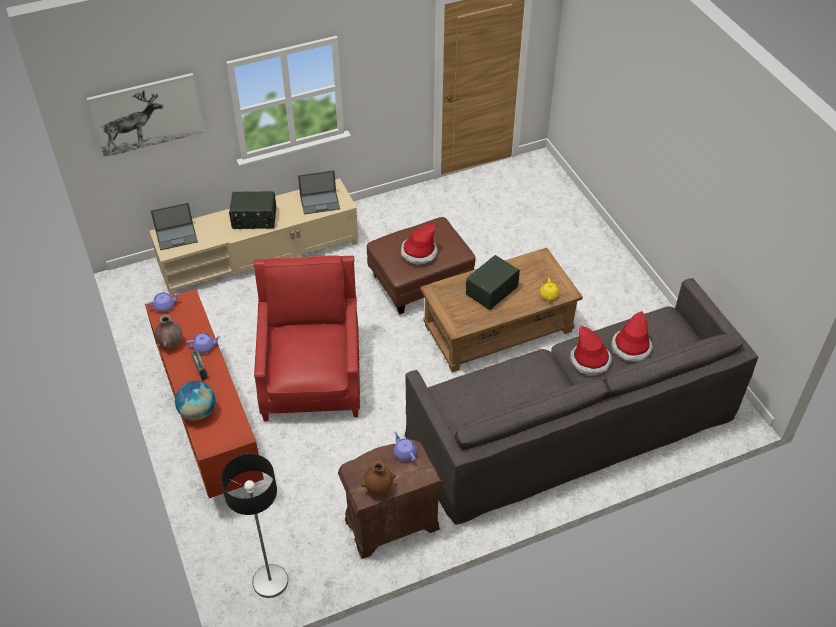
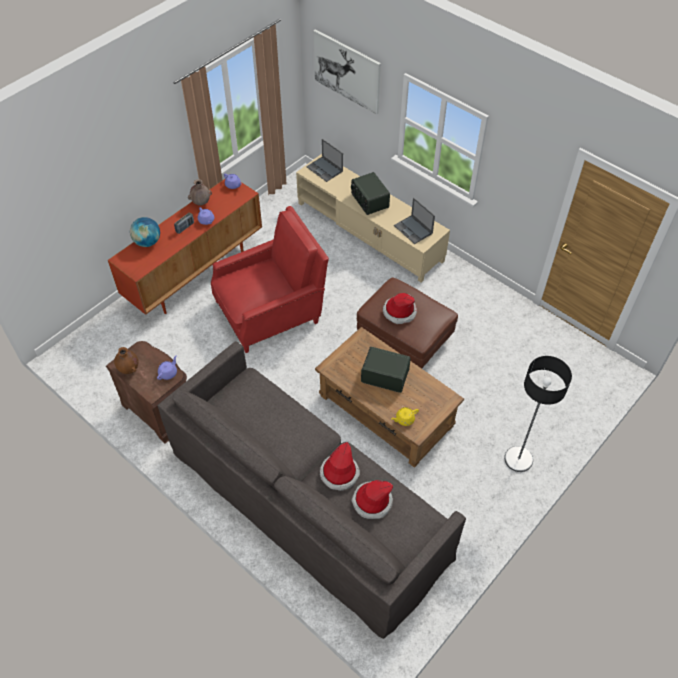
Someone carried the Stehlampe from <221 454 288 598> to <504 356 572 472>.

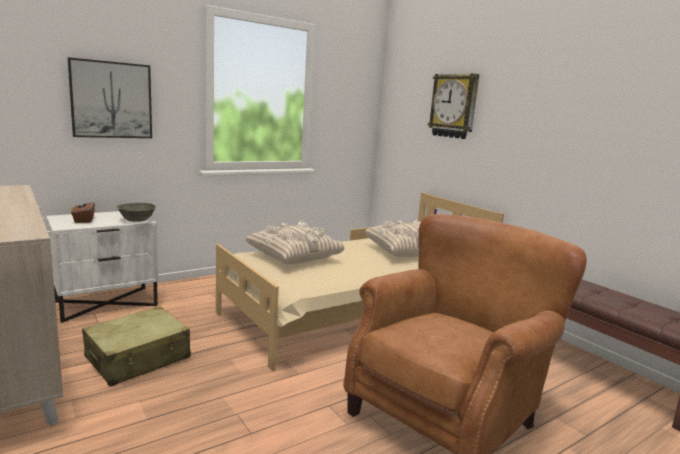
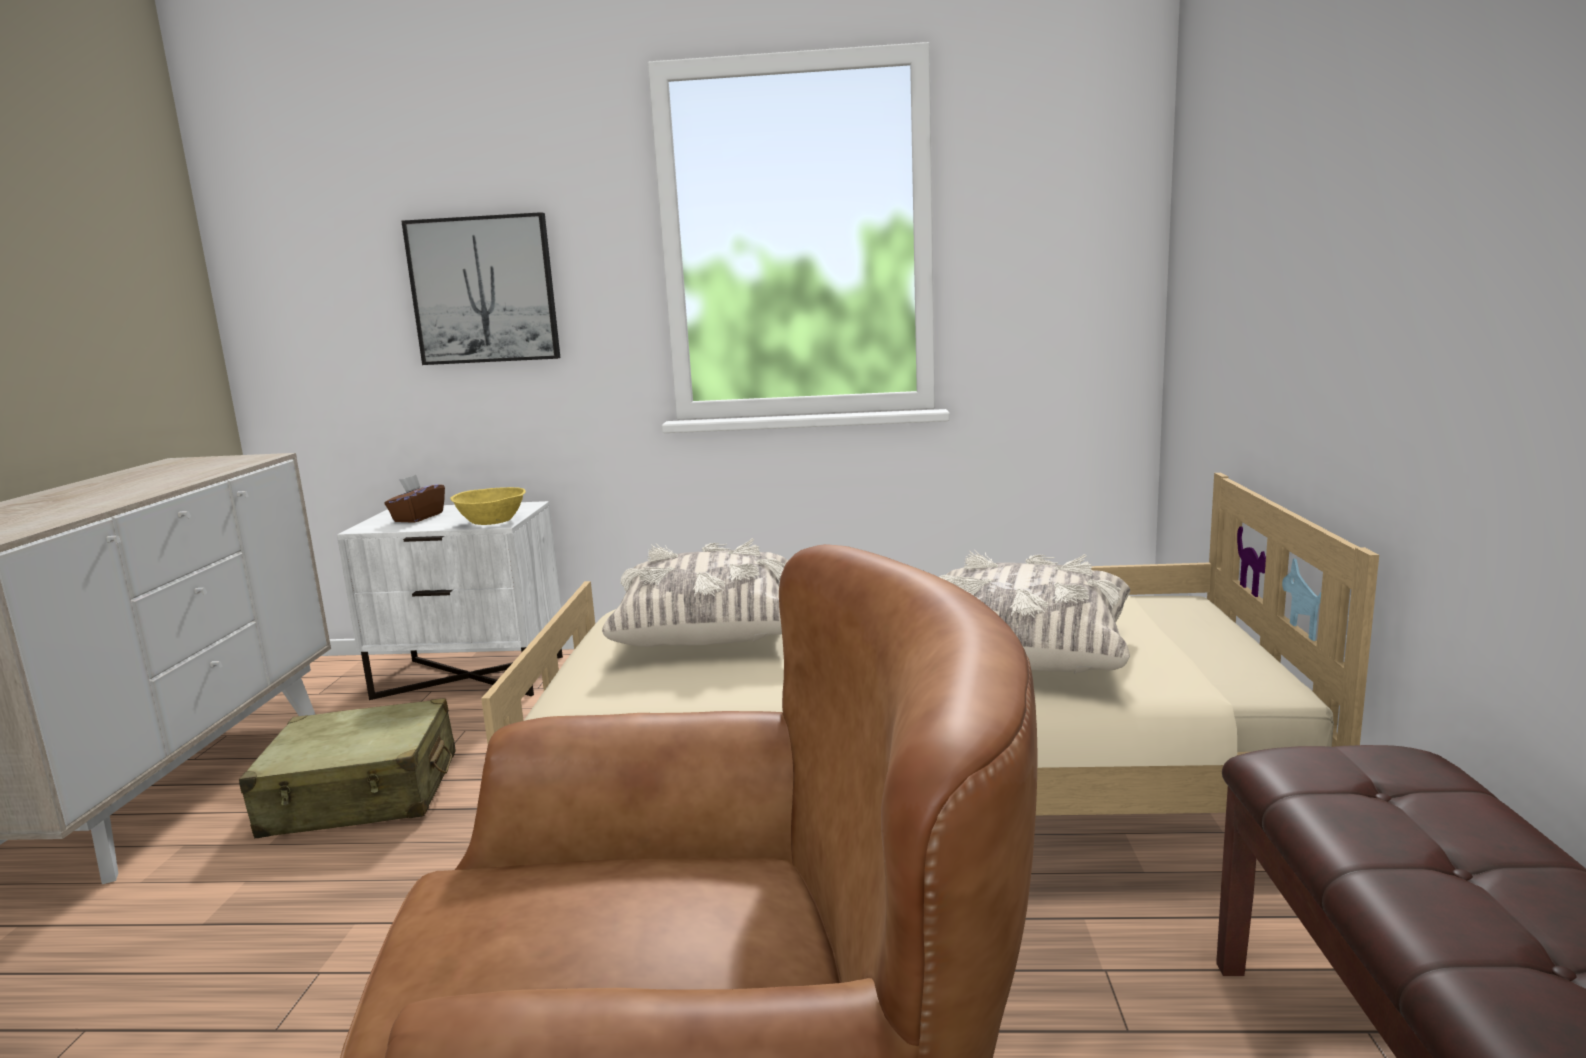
Someone took away the Wanduhr at <428 74 479 139>.
Someone repainted the Schüssel [grau] at <116 203 156 222>, which became the Schüssel [gelb] at <450 487 526 525>.

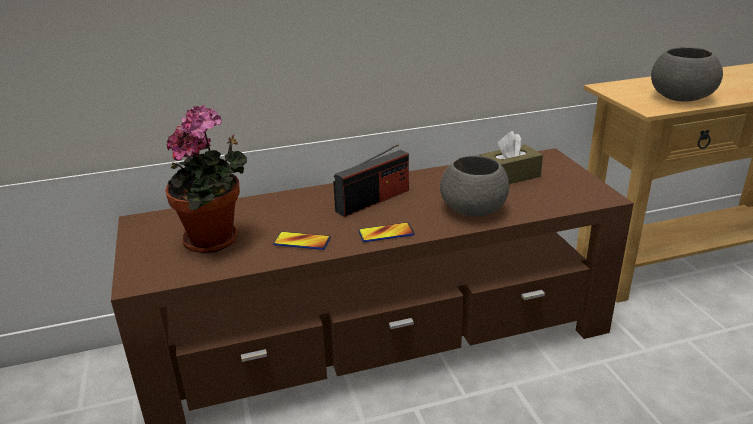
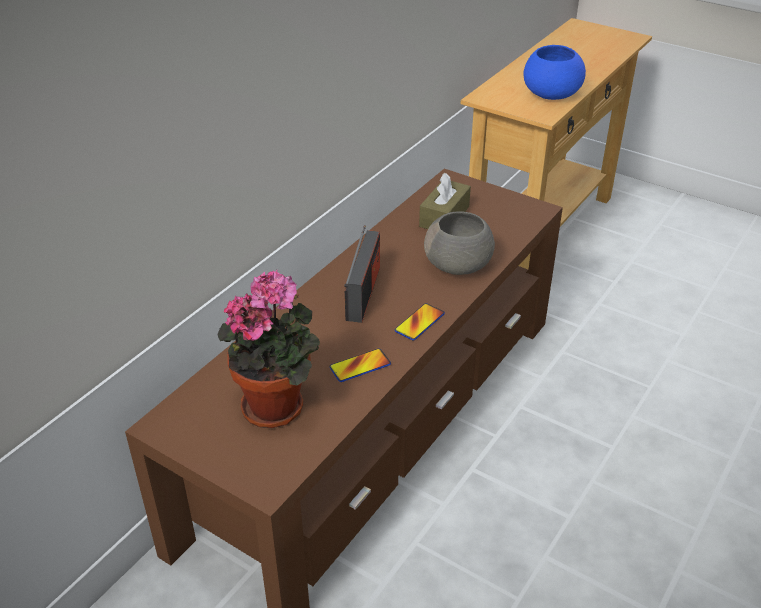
Someone repainted the Schüssel [grau] at <651 47 723 102>, which became the Schüssel [blau] at <523 45 586 100>.

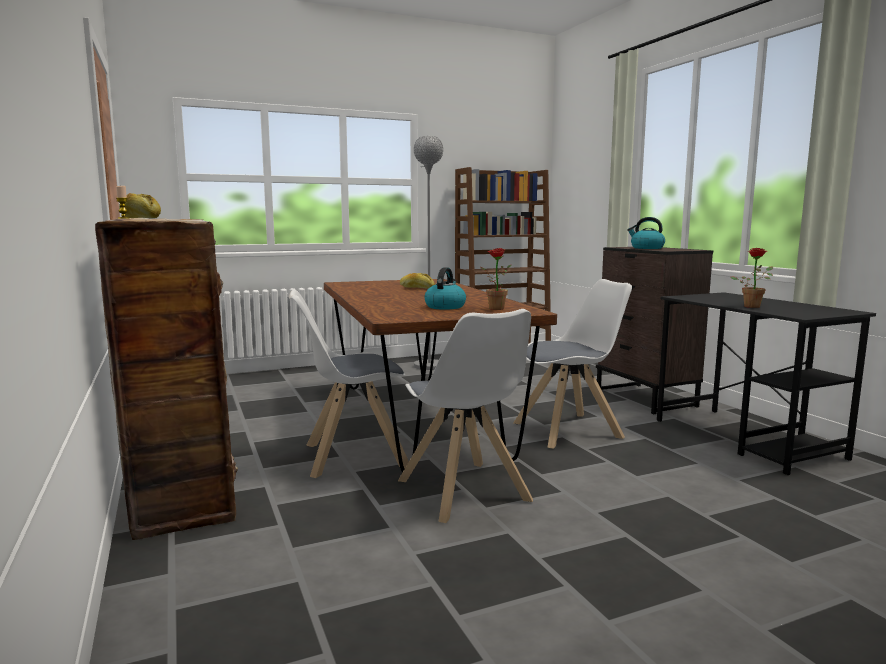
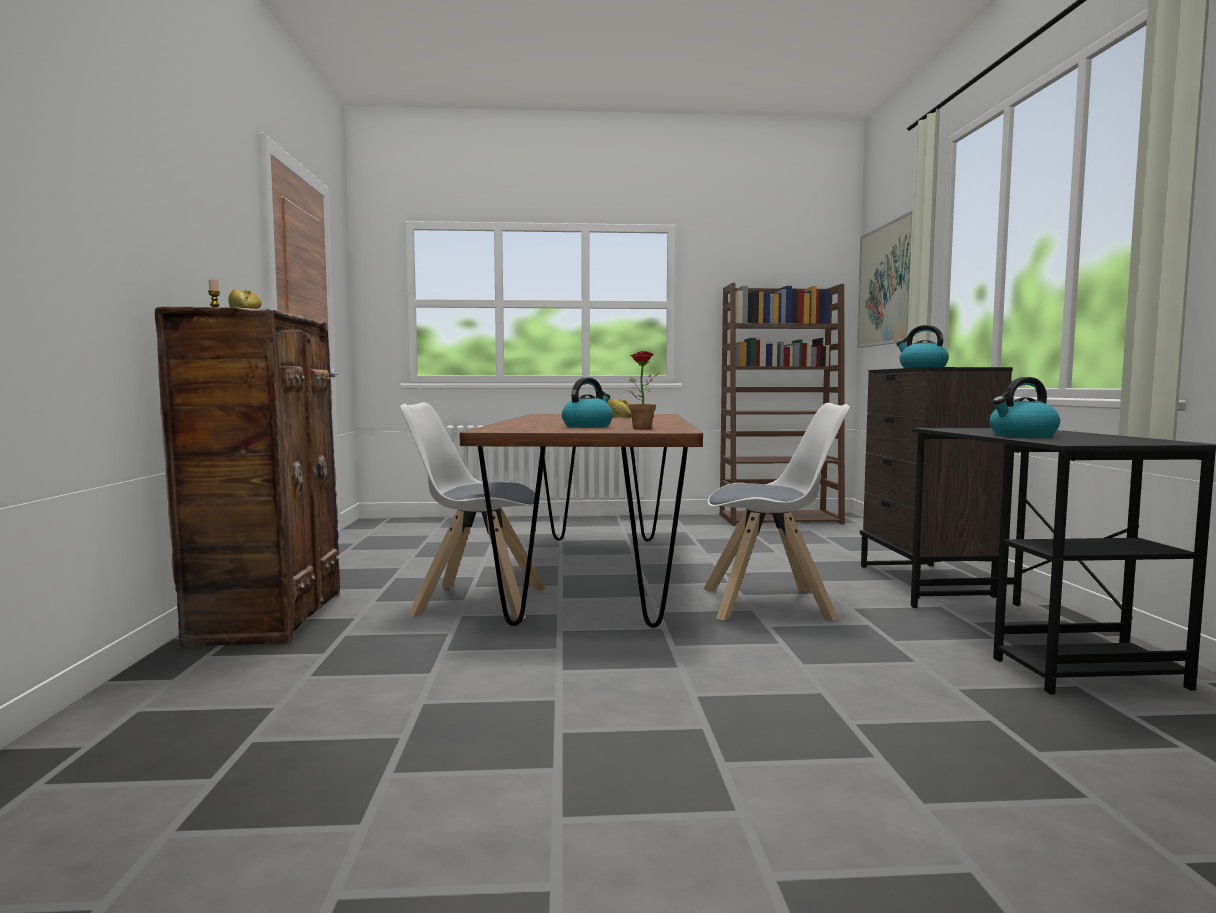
Someone took away the Stehlampe [grau] at <414 136 443 370>.
Someone swapped the Topfpflanze at <731 248 773 308> for the Wasserkessel at <989 377 1060 437>.
Someone took away the Stuhl at <398 309 533 523>.
Someone put up the Bild at <857 211 912 348>.

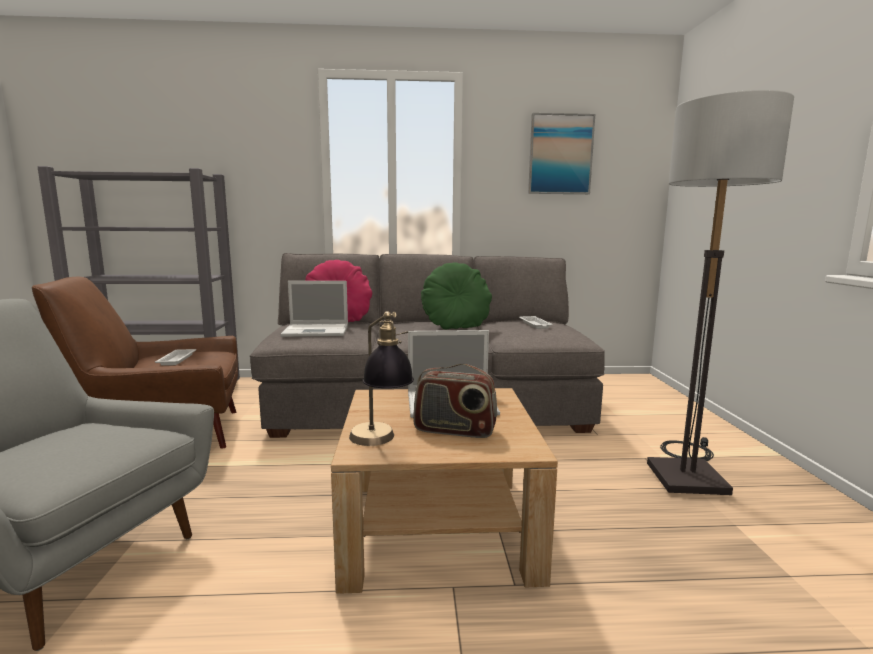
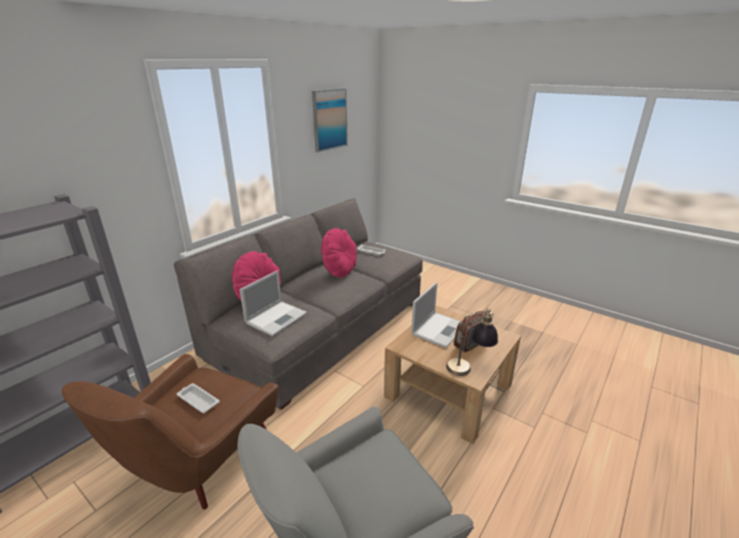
Someone took away the Stehlampe at <647 90 794 495>.
Someone repainted the Kissen [grün] at <421 262 492 329>, which became the Kissen [rosa] at <321 228 357 278>.

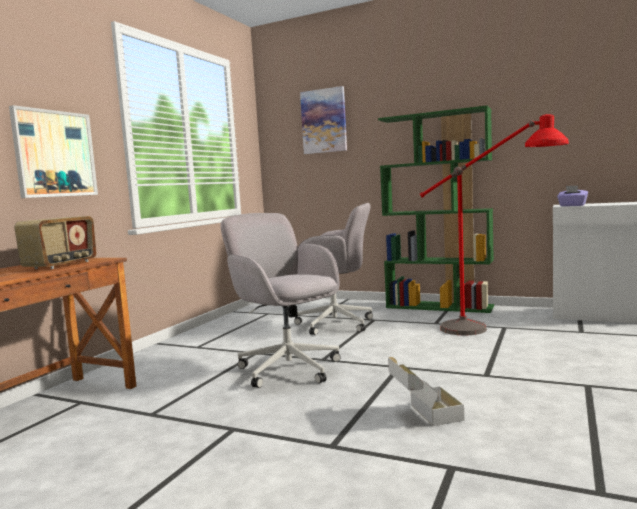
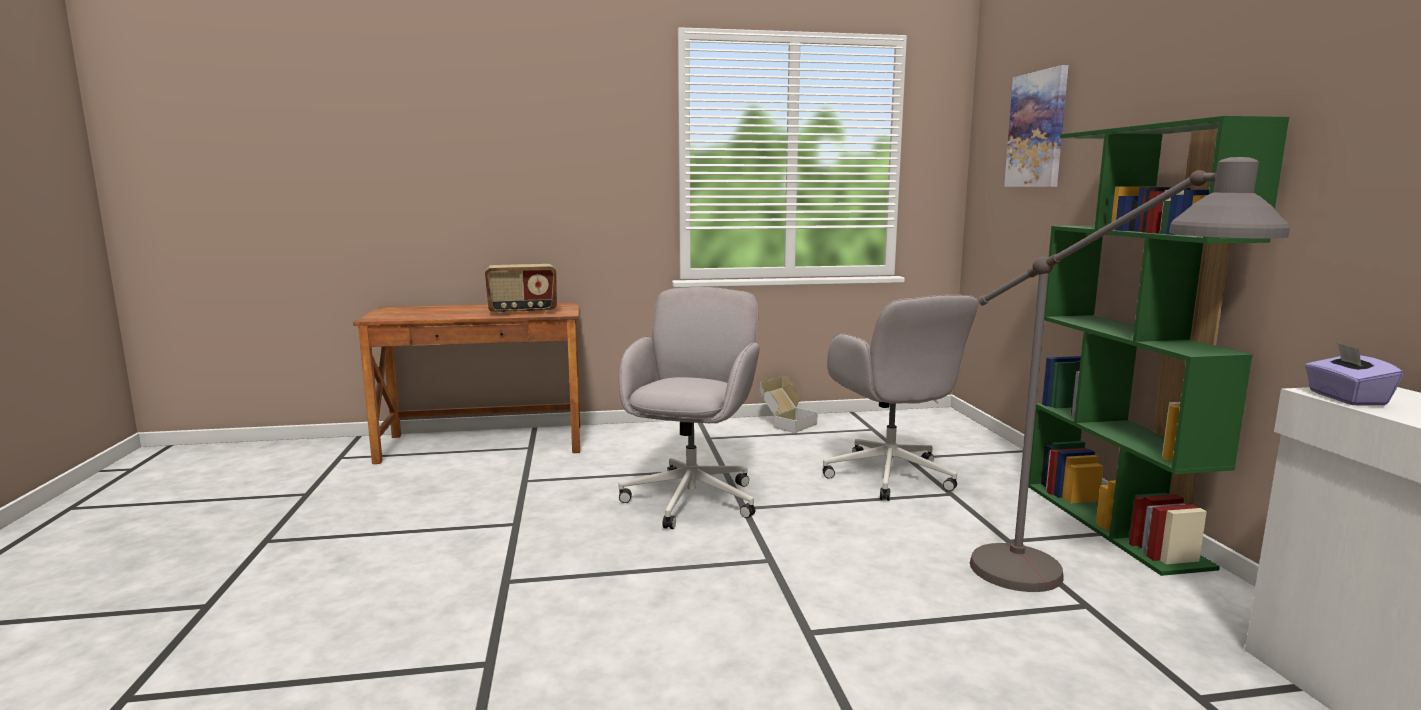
Someone took away the Bild at <9 105 98 198>.
Someone repainted the Stehlampe [rot] at <420 114 569 335>, which became the Stehlampe [grau] at <970 157 1290 592>.
Someone carried the Karton from <388 357 464 426> to <760 376 818 433>.

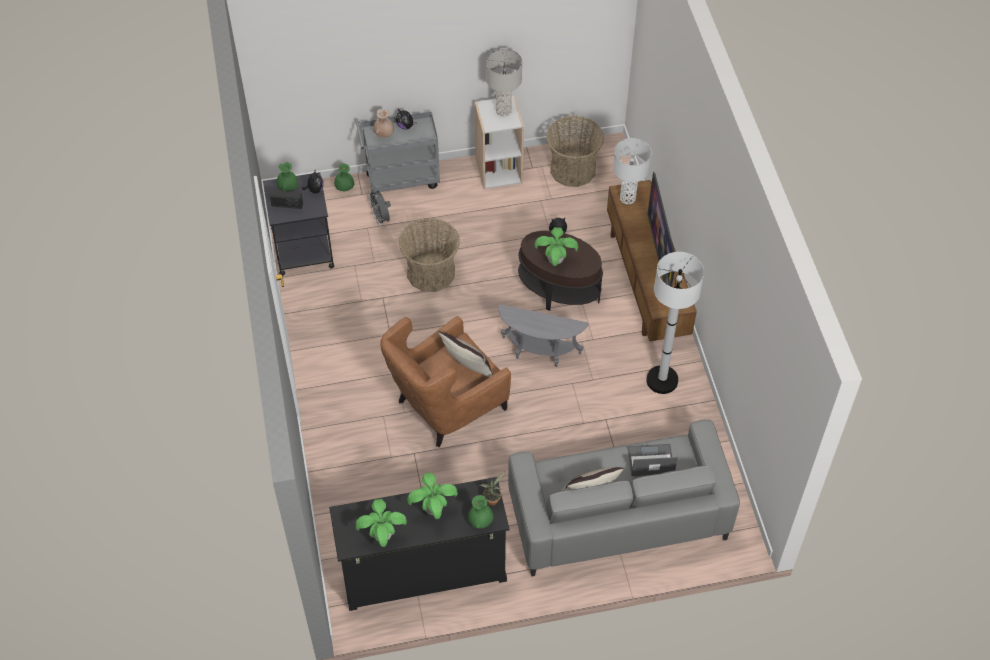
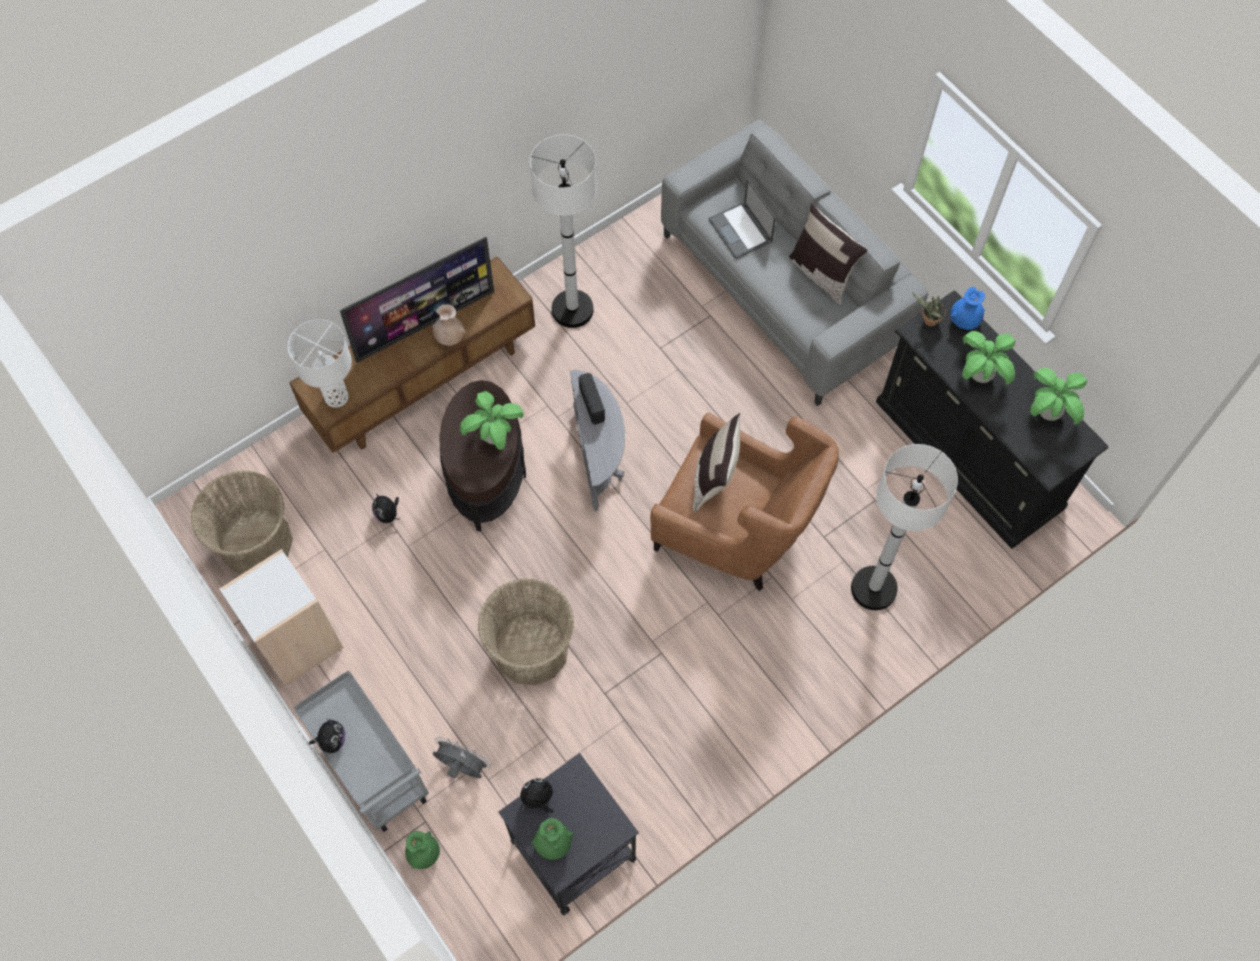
Someone took away the Tischlampe [weiß] at <486 49 522 116>.
Someone carried the Vase [beige] from <373 109 394 138> to <432 304 466 346>.
Someone carried the Radio from <270 190 303 209> to <579 373 605 425>.
Someone rotated the Ventilator [grau] at <367 190 391 226> by 105 degrees counterclockwise.
Someone repainted the Vase [grün] at <468 495 493 529>, which became the Vase [blau] at <951 287 985 330>.
Someone put down the Stehlampe [weiß] at <851 444 958 610>.

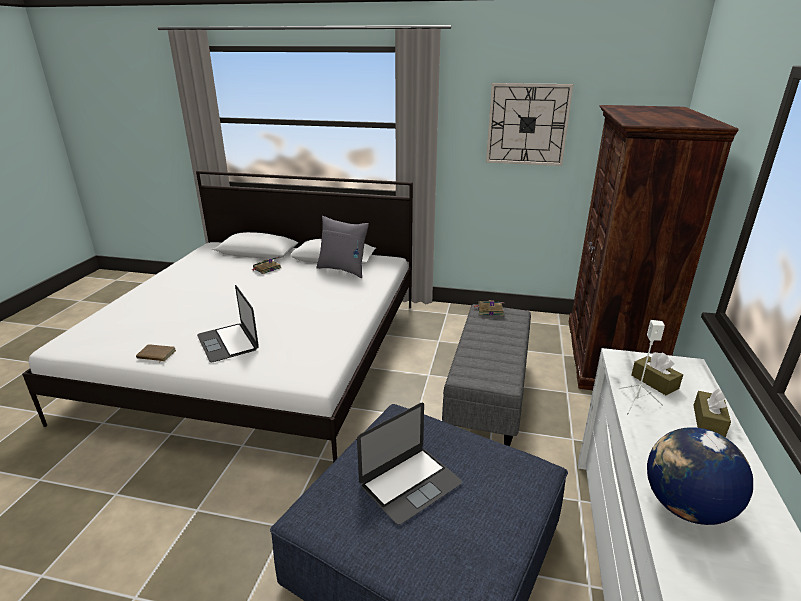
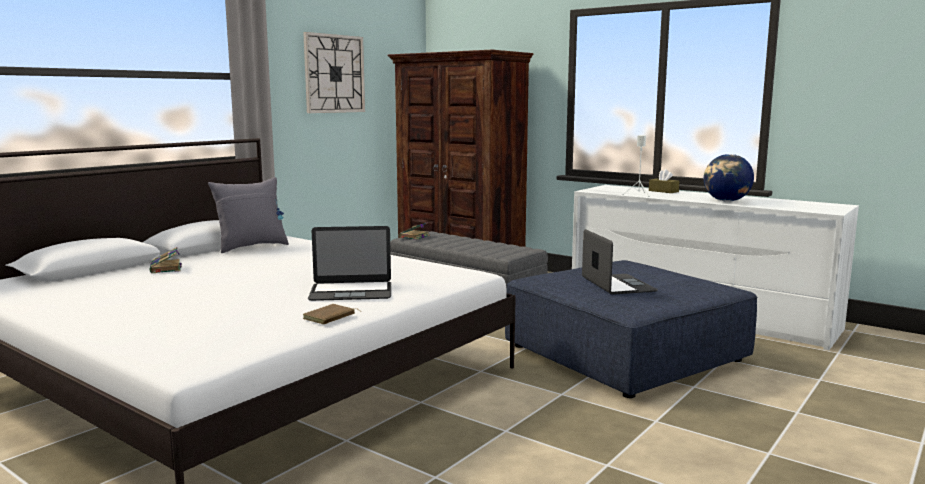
Someone took away the Taschentuchbox [braun] at <631 352 683 395>.

